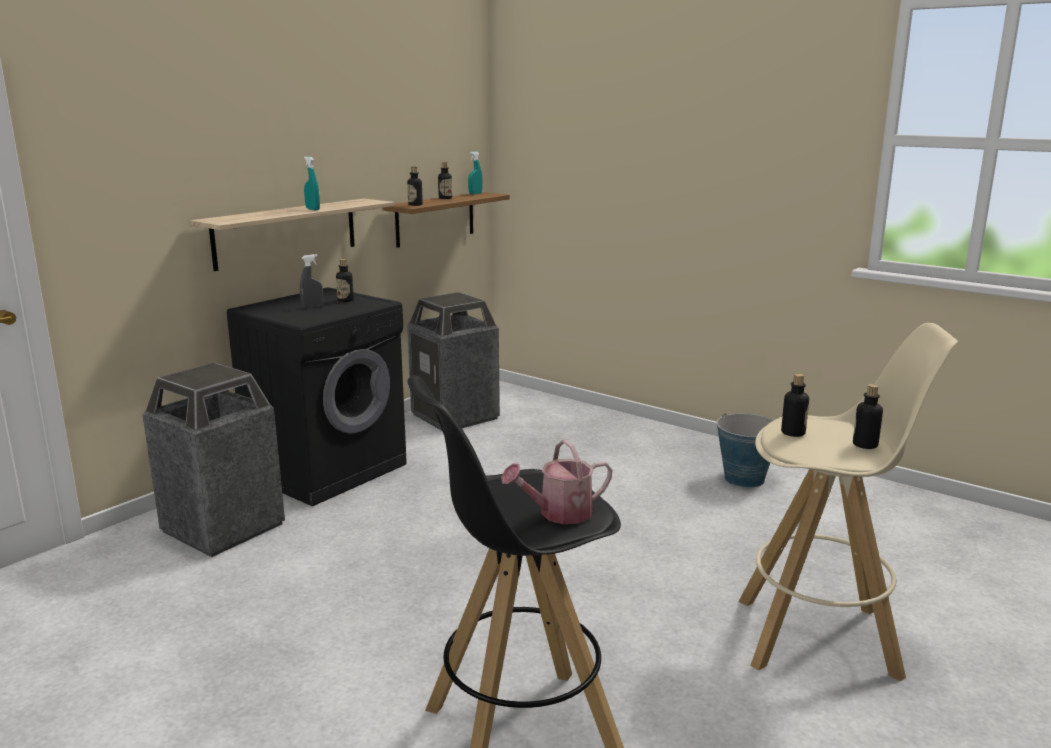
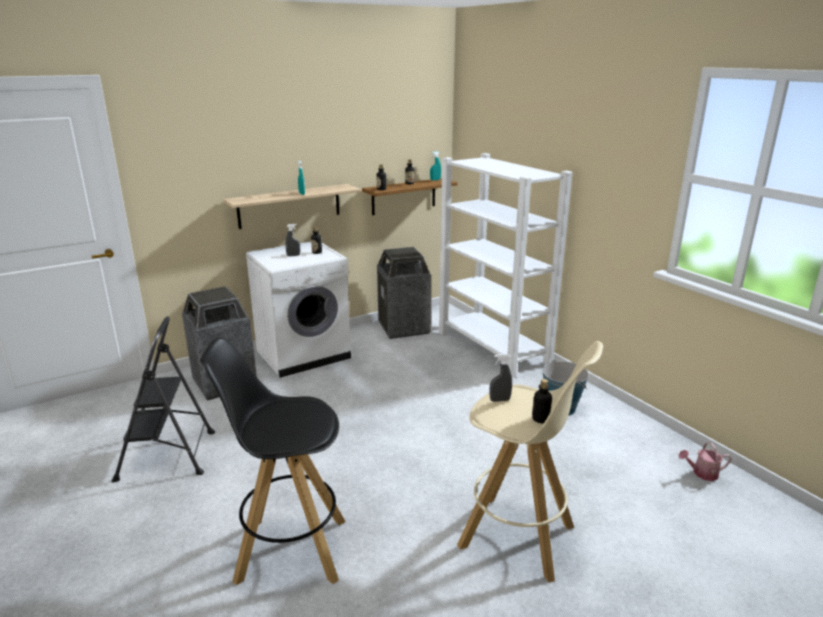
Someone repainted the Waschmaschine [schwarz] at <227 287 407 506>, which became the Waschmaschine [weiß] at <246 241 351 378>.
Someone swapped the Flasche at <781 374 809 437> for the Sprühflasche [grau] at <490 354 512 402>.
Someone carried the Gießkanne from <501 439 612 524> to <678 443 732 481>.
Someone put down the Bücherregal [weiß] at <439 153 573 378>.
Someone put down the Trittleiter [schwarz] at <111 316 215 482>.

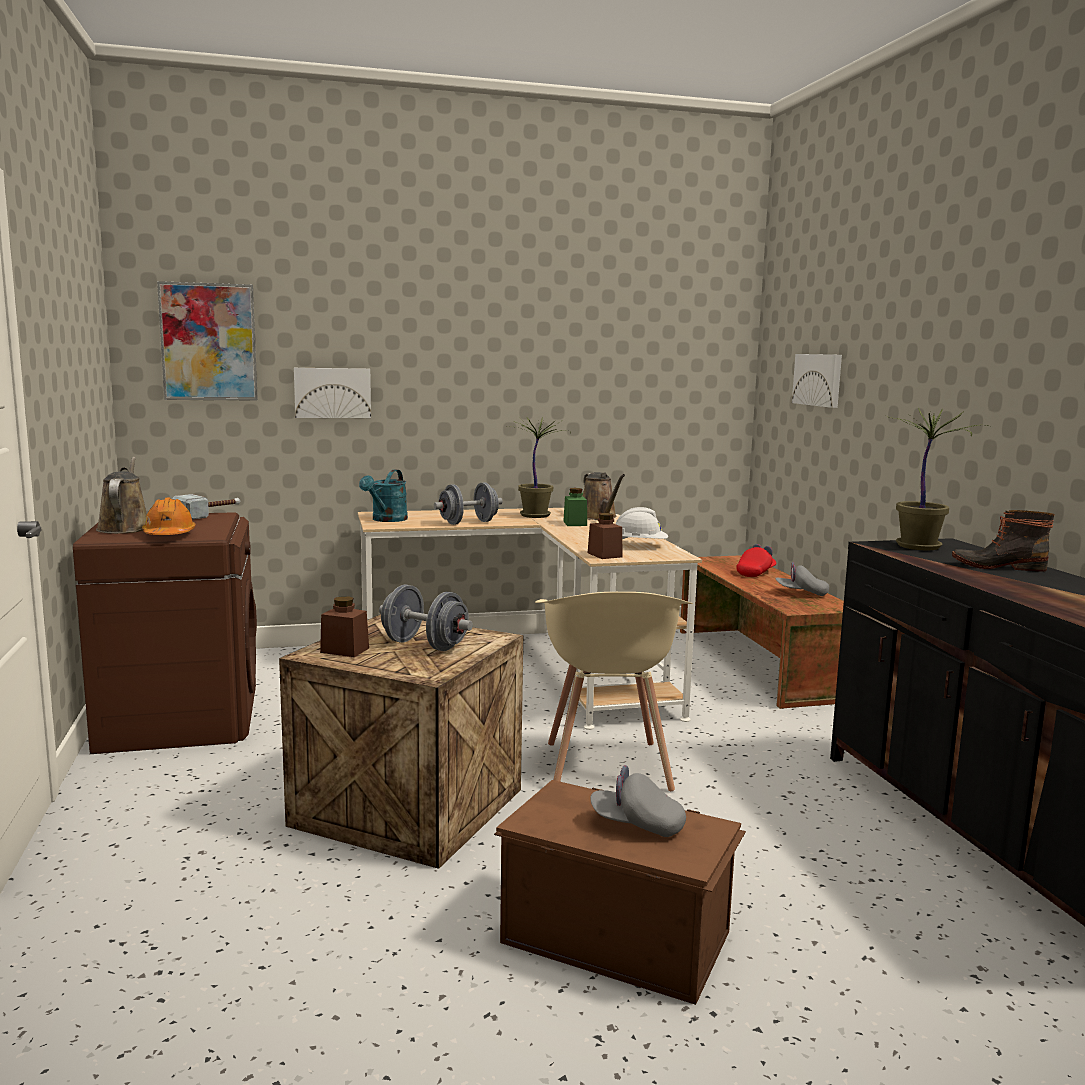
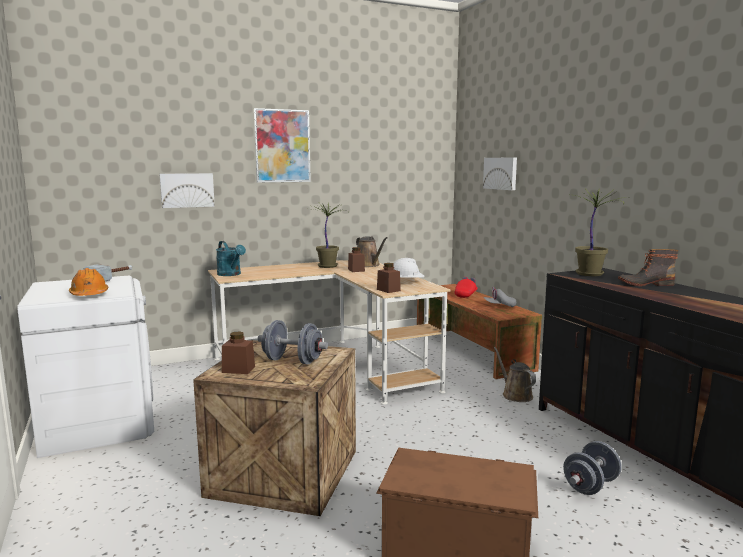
Someone carried the Bild from <157 281 258 400> to <254 108 311 182>.
Someone carried the Gießkanne [braun] from <96 457 147 534> to <494 347 536 402>.
Someone rotated the Gießkanne [türkis] at <359 469 408 522> by 45 degrees counterclockwise.
Someone carried the Hantel [grau] from <434 482 503 525> to <563 441 622 495>.
Someone repainted the Vorratsglas [grün] at <563 488 587 526>, which became the Vorratsglas [braun] at <348 247 365 272>.
Someone repainted the Waschmaschine [braun] at <73 512 257 754>, which became the Waschmaschine [weiß] at <17 276 154 458>.
Someone took away the Stuhl [beige] at <535 592 693 791>.
Someone took away the Kappe [grau] at <590 765 686 837>.

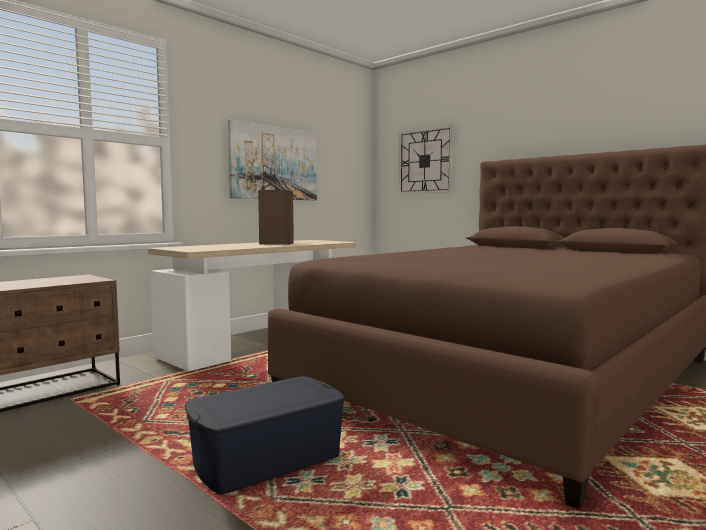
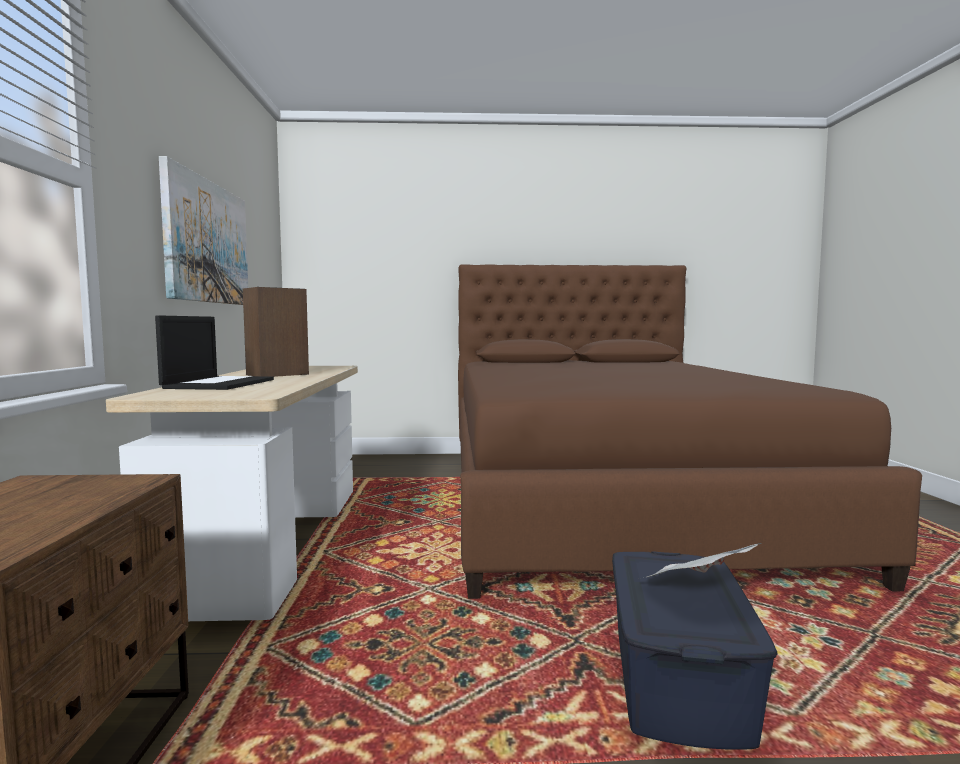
Someone took away the Wanduhr at <398 125 453 194>.
Someone put down the Laptop at <155 315 274 390>.
Someone put down the Zeitung at <640 543 761 579>.

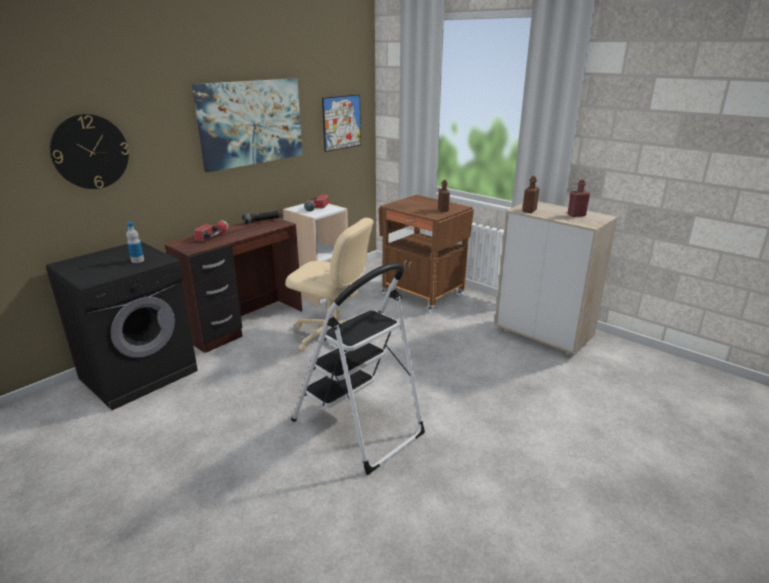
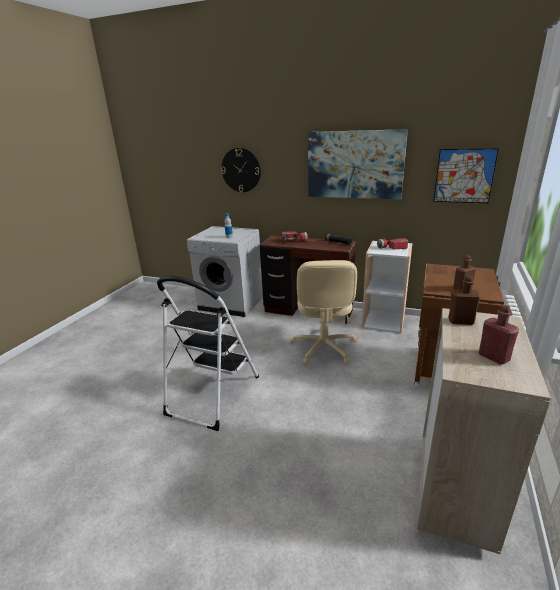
Someone repainted the Waschmaschine [schwarz] at <46 242 198 410>, which became the Waschmaschine [weiß] at <187 226 263 317>.

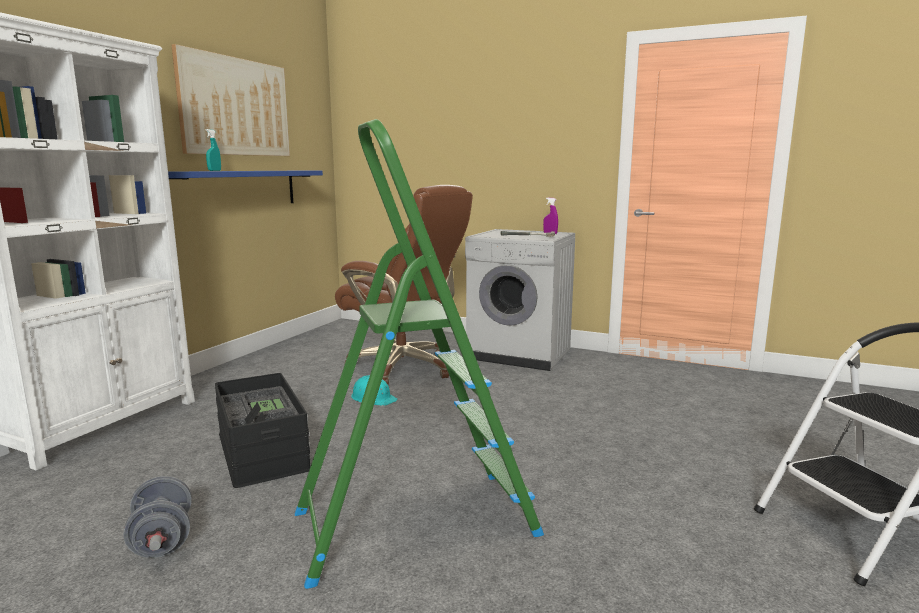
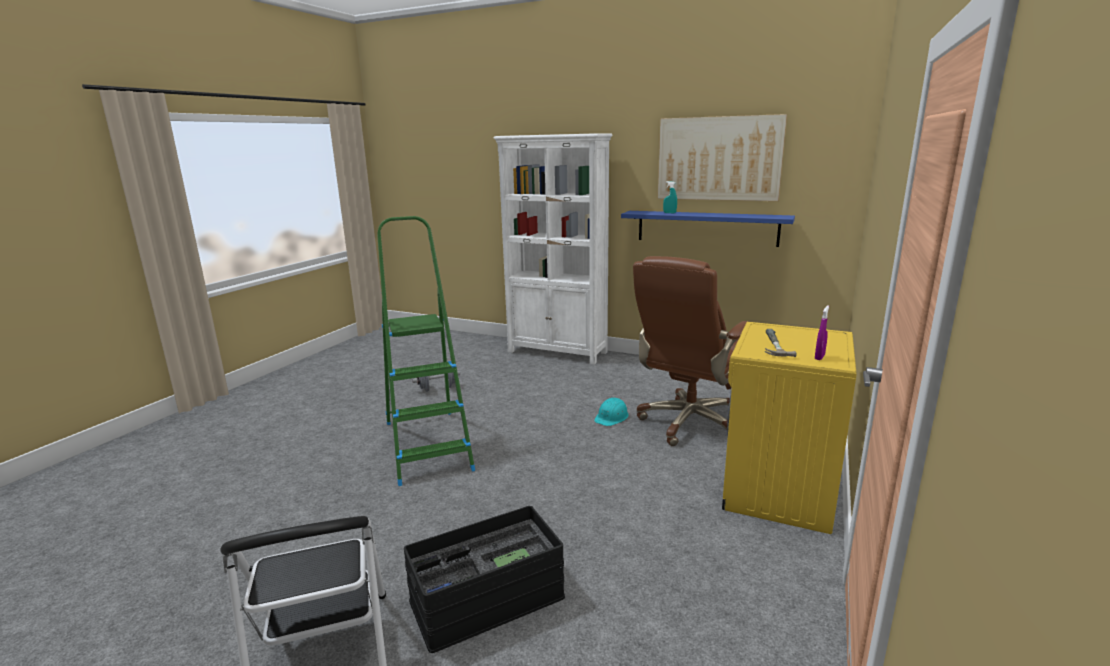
Someone repainted the Waschmaschine [weiß] at <465 229 575 371>, which became the Waschmaschine [gelb] at <722 322 857 534>.
Someone carried the Aufbewahrungsbox [schwarz] from <215 373 311 488> to <404 506 565 653>.

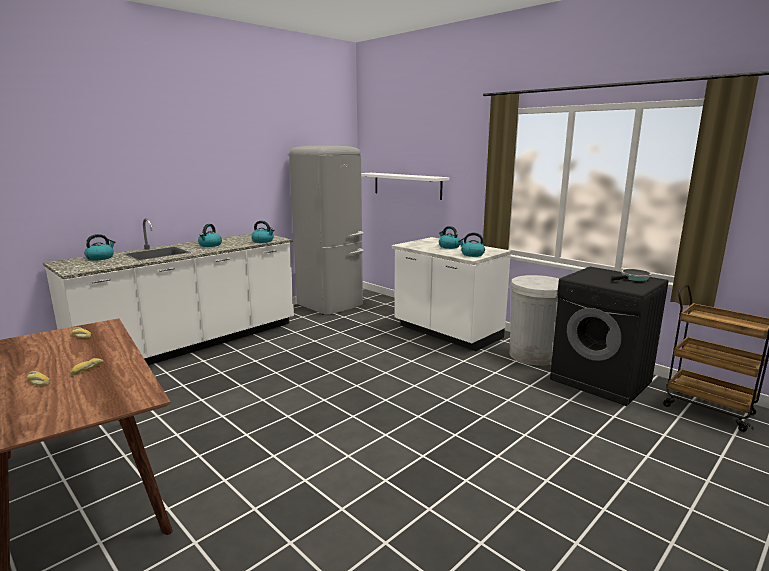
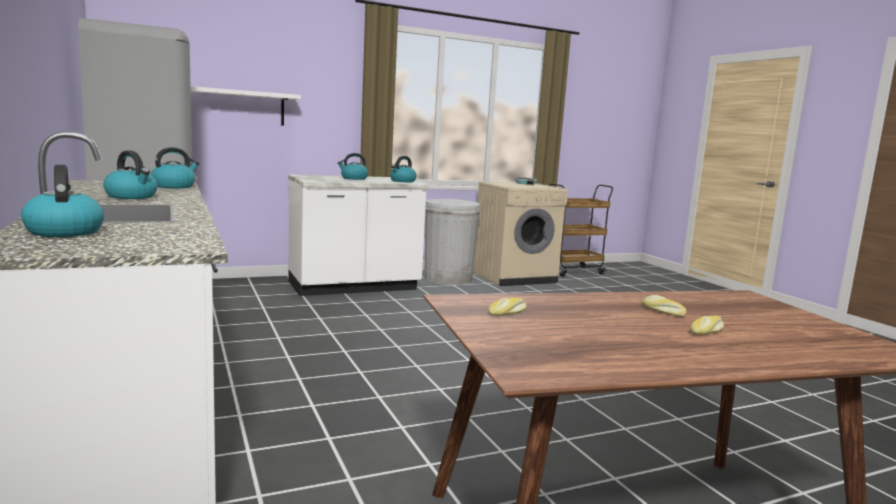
Someone repainted the Waschmaschine [schwarz] at <550 267 668 406>, which became the Waschmaschine [beige] at <473 182 568 286>.

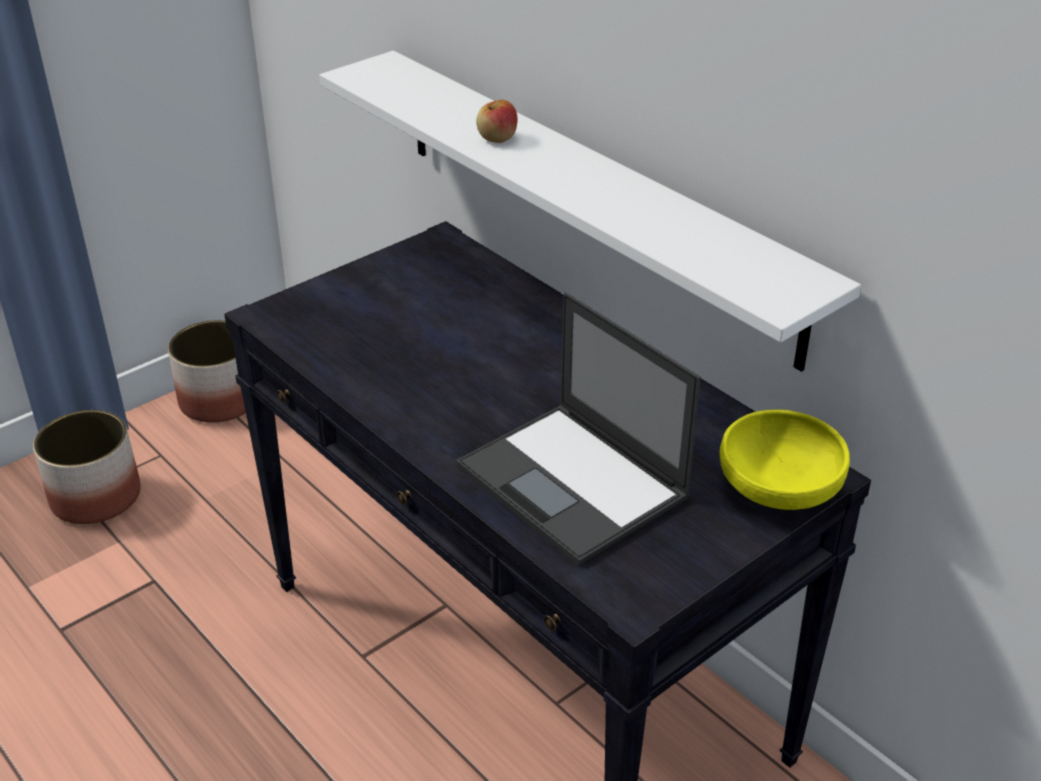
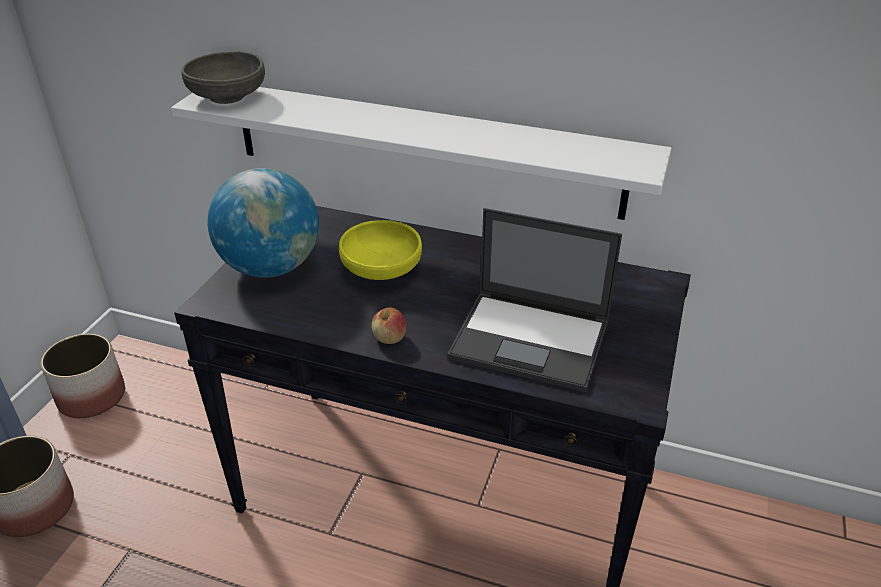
Someone carried the Apfel from <476 100 518 143> to <371 307 406 344>.
Someone carried the Schüssel [gelb] from <720 410 850 510> to <339 220 422 280>.
Someone put down the Schüssel [grau] at <181 51 265 104>.
Someone put down the Globus at <207 168 319 278>.

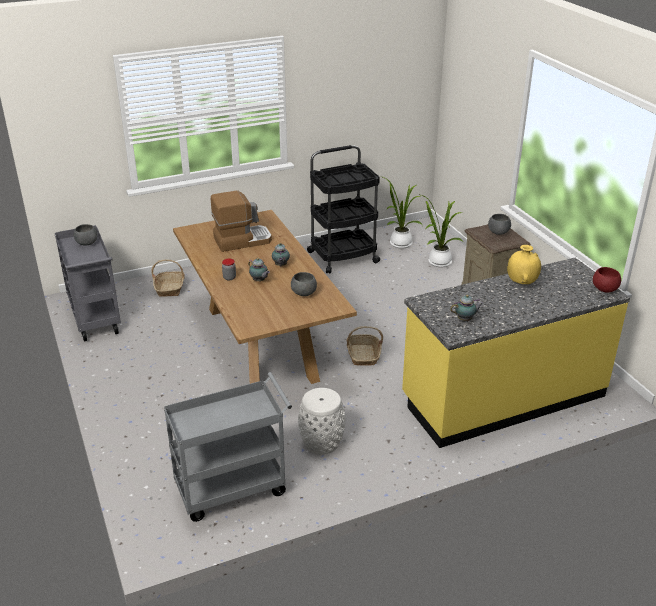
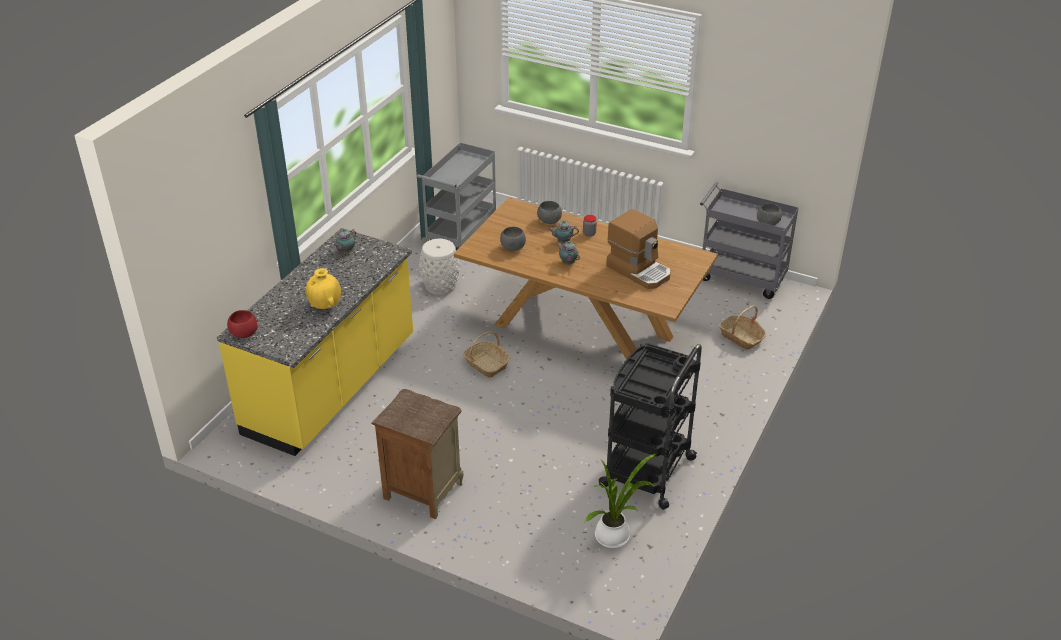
Someone rotated the Kaffeemaschine at <211 191 272 252> by 75 degrees counterclockwise.
Someone took away the Topfpflanze at <421 195 463 267>.
Someone carried the Schüssel [grau] from <488 214 511 235> to <537 201 562 224>.

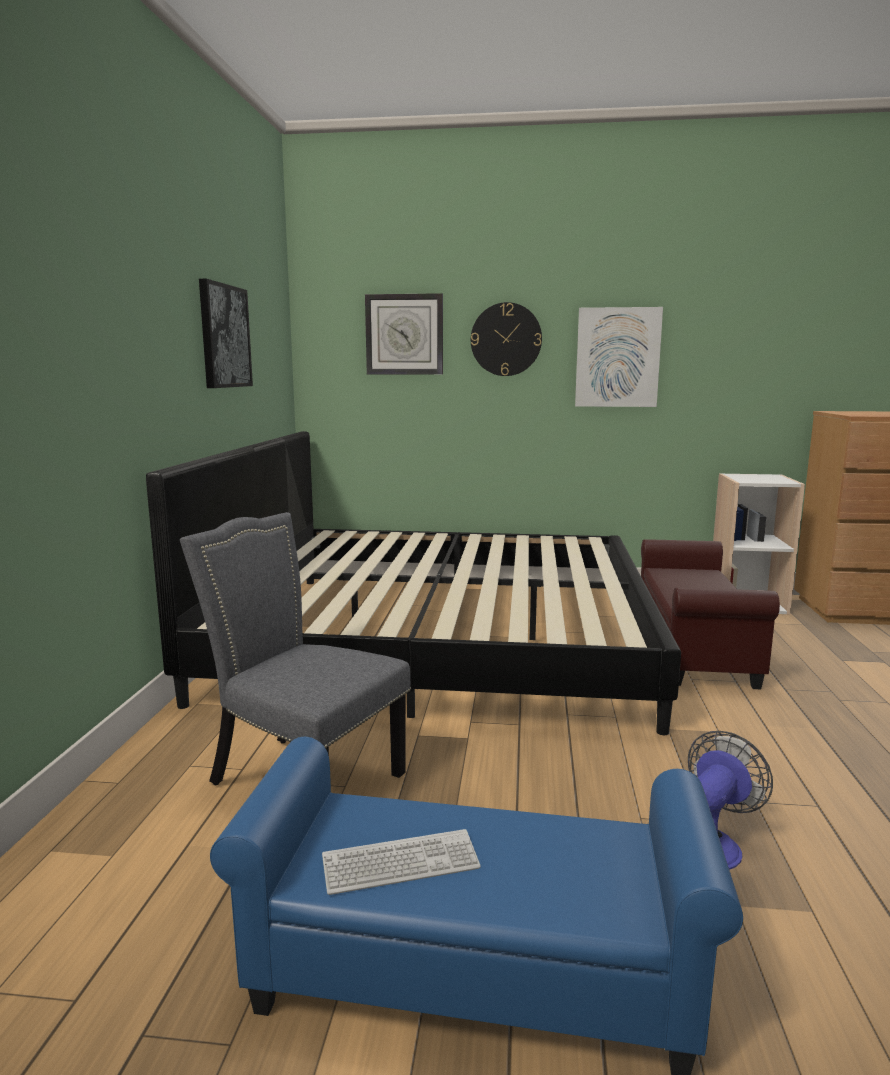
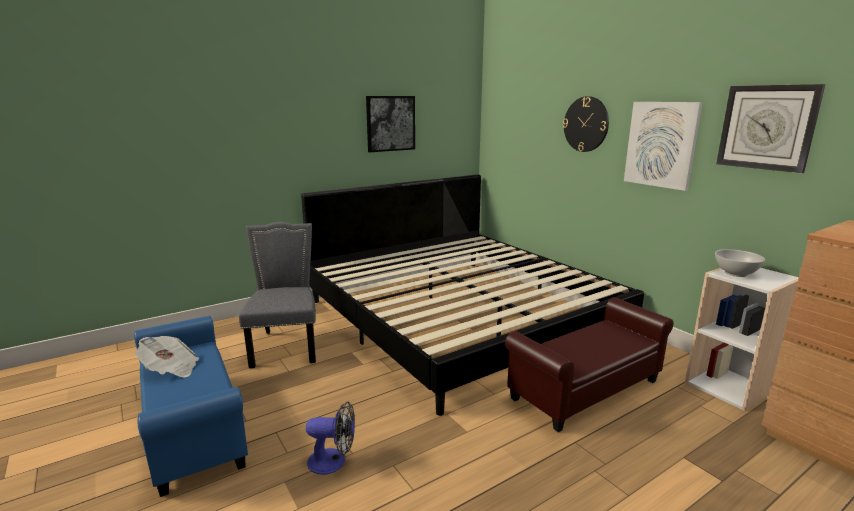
Someone carried the Wanduhr from <365 293 443 374> to <716 84 825 173>.
Someone swapped the Tastatur at <322 829 481 895> for the Zeitung at <135 336 199 377>.
Someone put down the Schüssel [weiß] at <715 249 765 277>.

